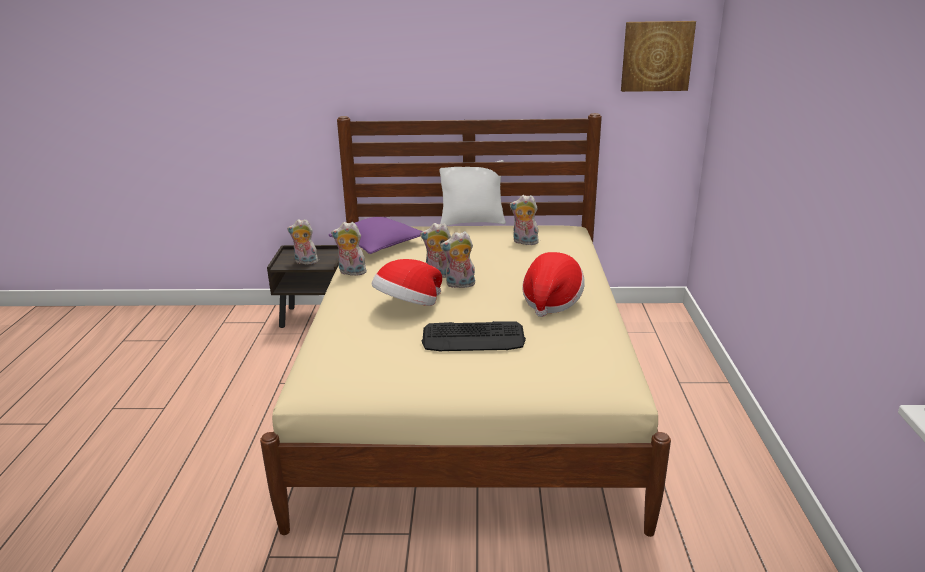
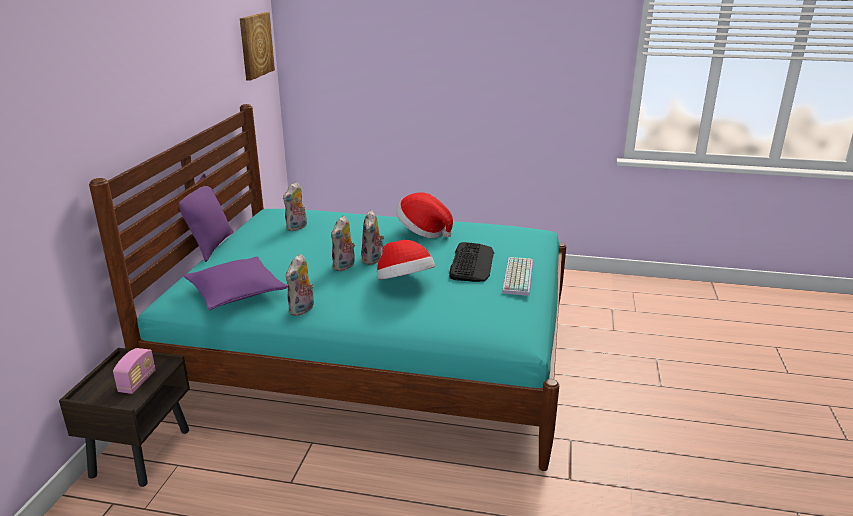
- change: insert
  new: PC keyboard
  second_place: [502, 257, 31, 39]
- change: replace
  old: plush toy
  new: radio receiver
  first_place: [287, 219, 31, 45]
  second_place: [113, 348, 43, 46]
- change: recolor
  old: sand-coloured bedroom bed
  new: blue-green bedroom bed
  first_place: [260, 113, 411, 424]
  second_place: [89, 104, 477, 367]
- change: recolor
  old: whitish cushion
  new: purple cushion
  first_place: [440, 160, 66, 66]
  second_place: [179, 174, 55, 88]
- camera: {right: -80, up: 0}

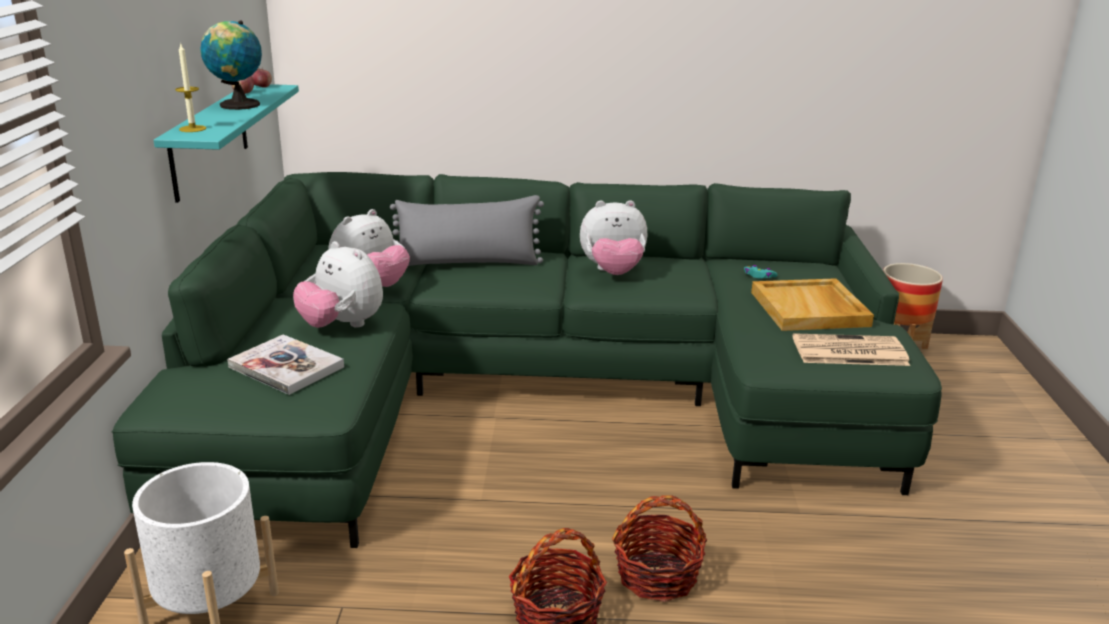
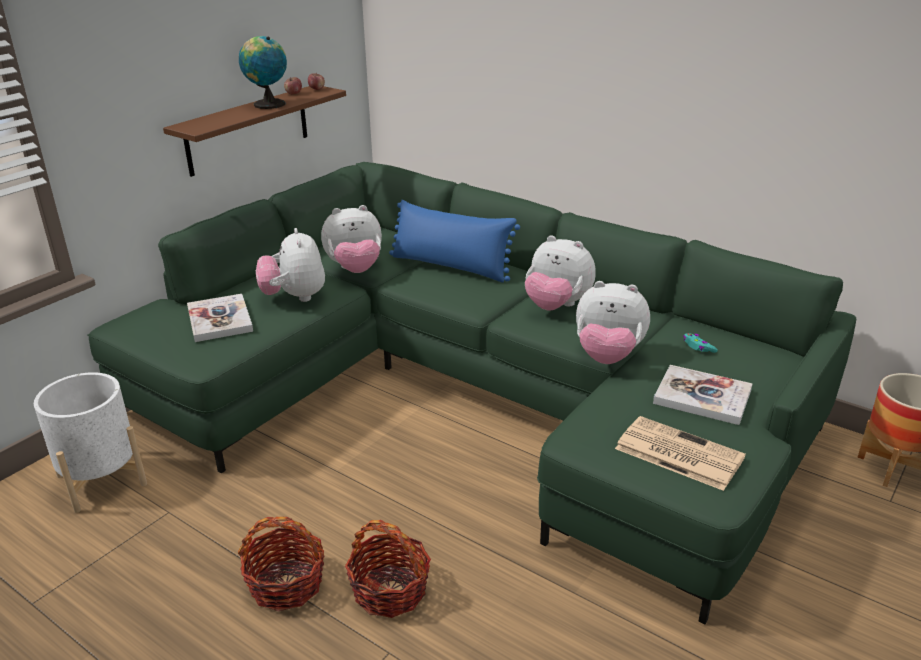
- change: delete
  old: candle
  first_place: [175, 42, 31, 90]
- change: insert
  new: plush toy
  second_place: [576, 281, 74, 83]
- change: replace
  old: sand-coloured carrying tray
  new: book
  first_place: [751, 278, 123, 53]
  second_place: [653, 365, 100, 60]
- change: recolor
  old: blue-green shelf
  new: brown-coloured shelf
  first_place: [154, 84, 145, 119]
  second_place: [163, 86, 183, 91]
- change: recolor
  old: greyish cushion
  new: bluish cushion
  first_place: [390, 195, 154, 71]
  second_place: [389, 200, 131, 83]
- camera: {right: 35, up: 5}

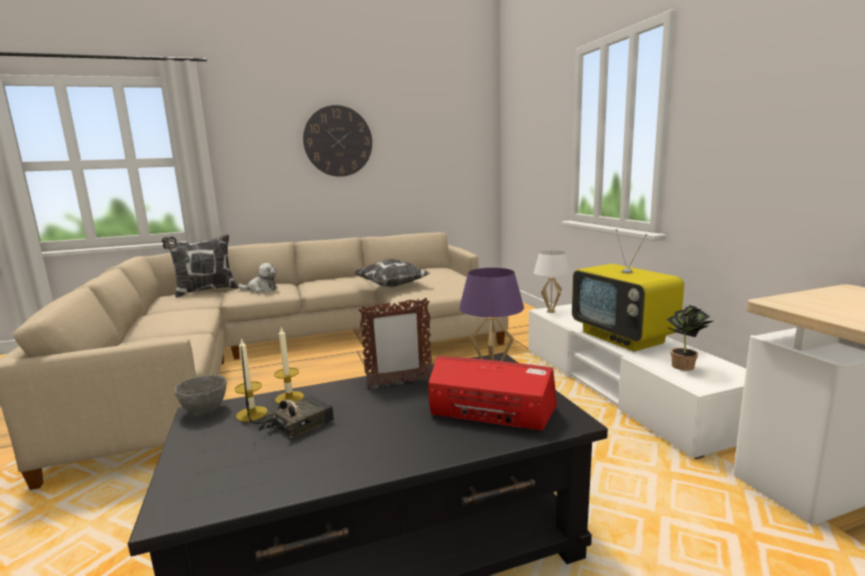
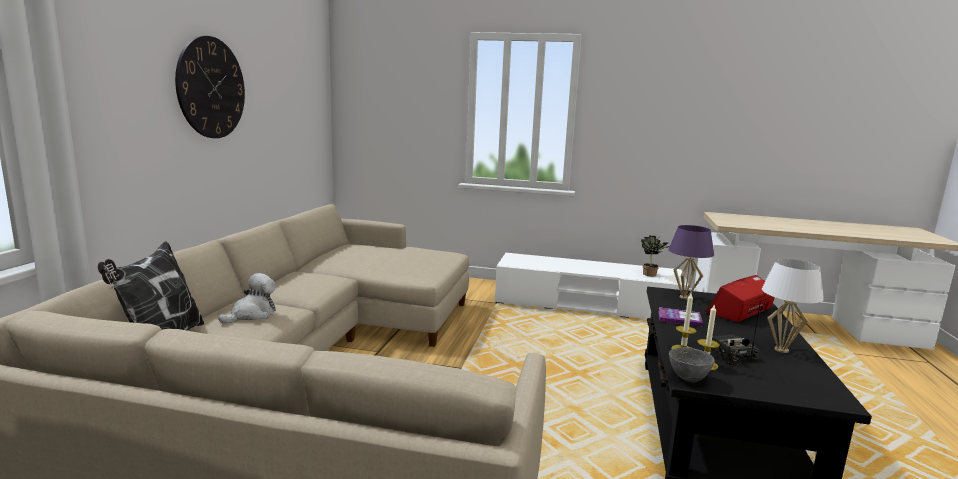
- change: delete
  old: cushion
  first_place: [354, 259, 77, 28]
- change: delete
  old: television
  first_place: [572, 229, 112, 122]
- change: move
  old: whitish lamp for a table
  first_place: [533, 250, 38, 63]
  second_place: [762, 259, 62, 94]
- change: replace
  old: standing frame
  new: book
  first_place: [358, 298, 74, 90]
  second_place: [658, 307, 45, 20]
- camera: {right: -60, up: 0}

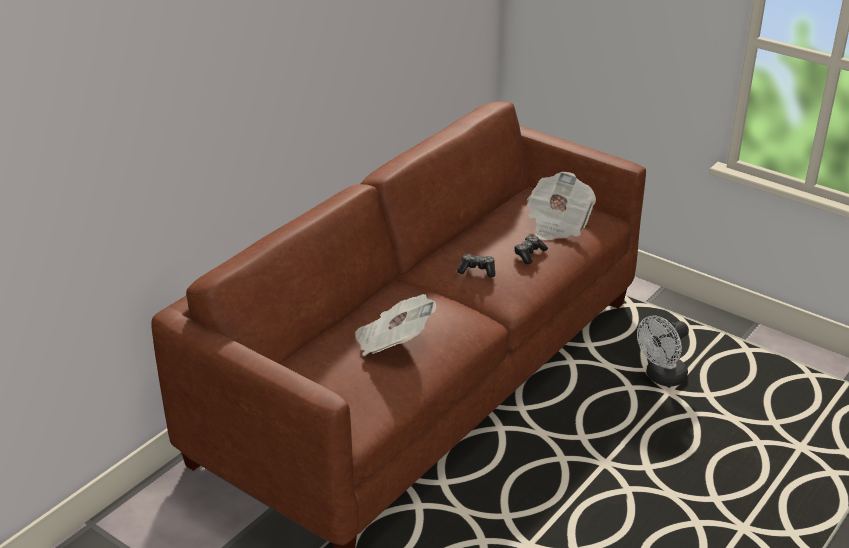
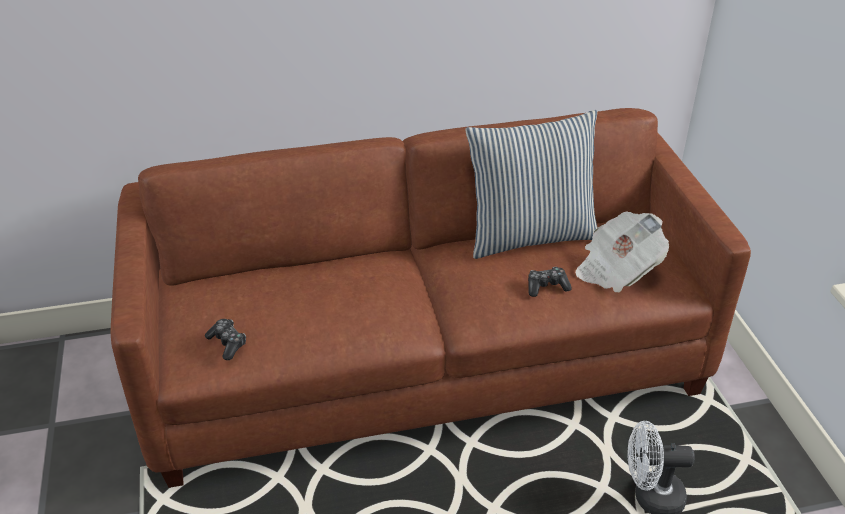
- change: delete
  old: newspaper
  first_place: [355, 294, 81, 62]
- change: insert
  new: cushion
  second_place: [465, 110, 133, 149]
- change: move
  old: gamepad
  first_place: [457, 254, 38, 23]
  second_place: [205, 319, 41, 41]
- camera: {right: 40, up: 5}

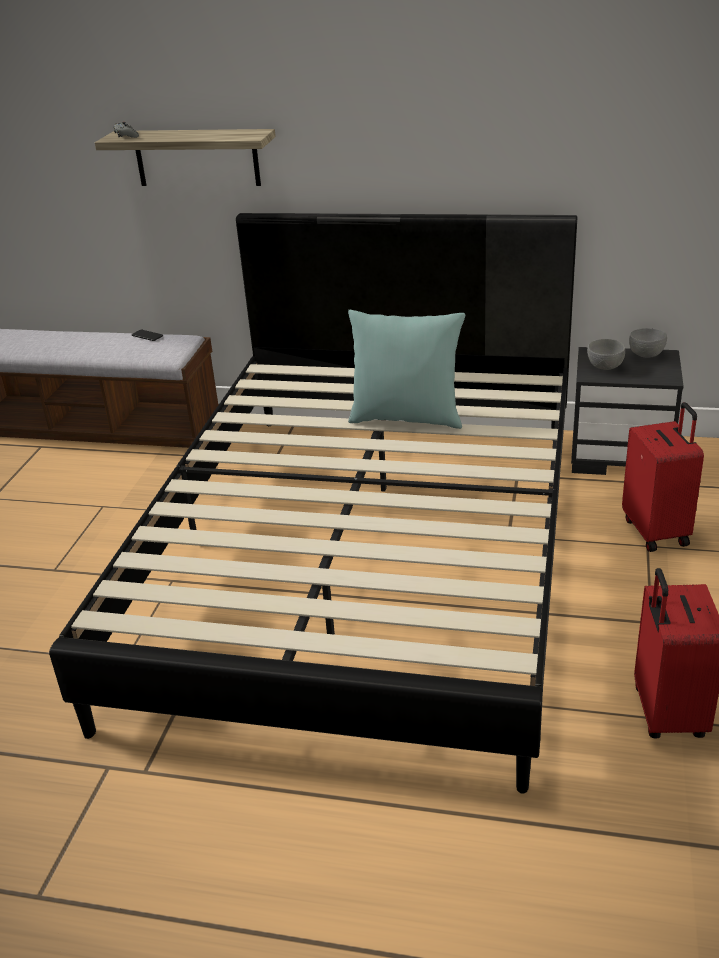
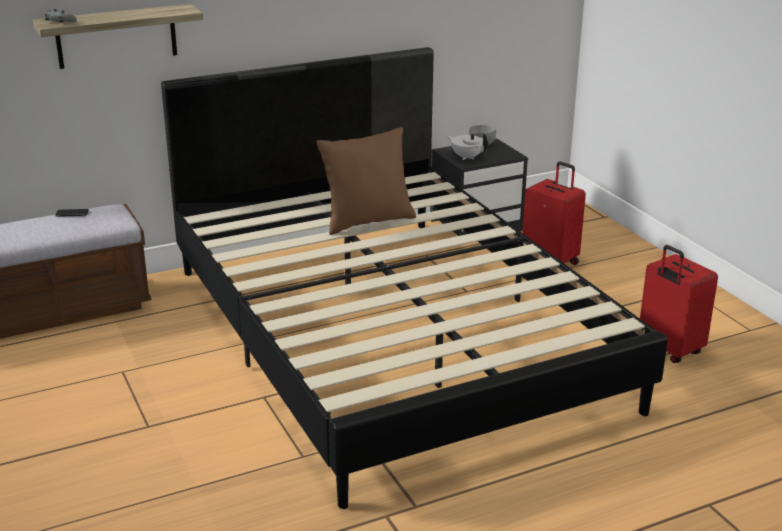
- change: replace
  old: greyish deep dish
  new: whitish pot for tea
  first_place: [587, 339, 38, 31]
  second_place: [446, 133, 42, 27]
- change: recolor
  old: blue-green cushion
  new: brown-coloured cushion
  first_place: [348, 310, 117, 119]
  second_place: [316, 127, 100, 108]
- camera: {right: -40, up: -5}

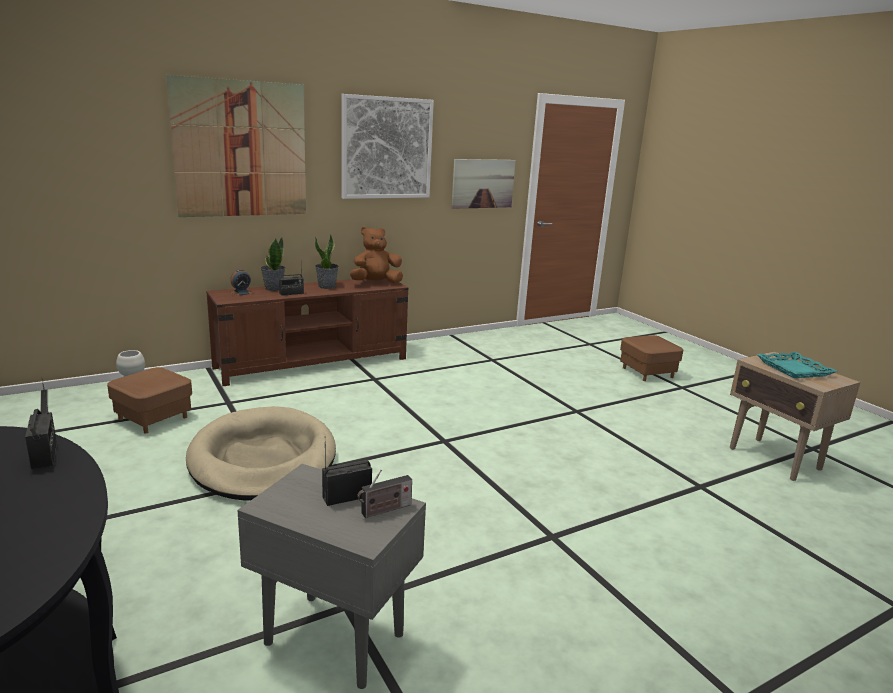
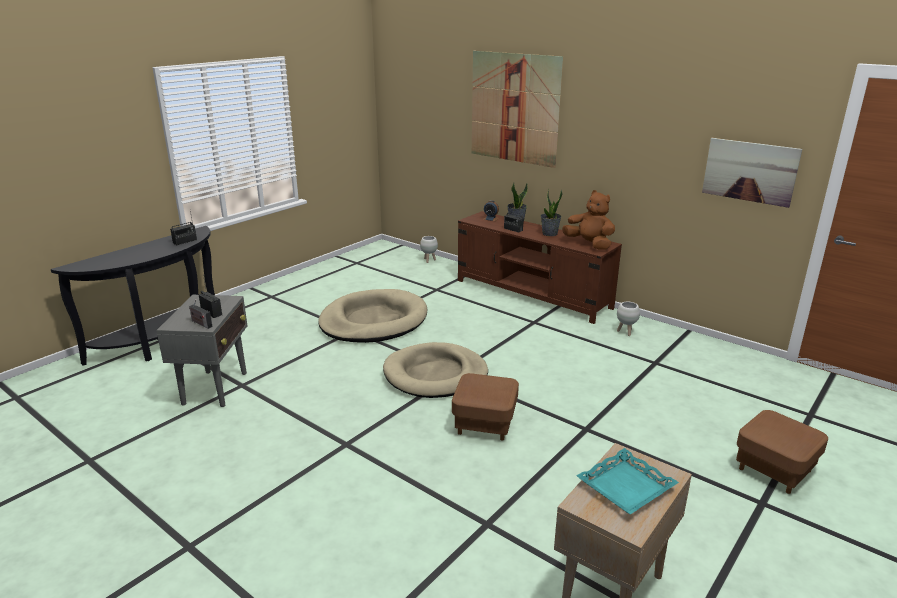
- change: delete
  old: wall art
  first_place: [341, 94, 93, 105]
- change: insert
  new: sand-coloured dog bed
  second_place: [383, 342, 105, 56]
- change: insert
  new: whitish plant pot
  second_place: [617, 302, 23, 34]
- change: move
  old: brown-coloured footrest
  first_place: [107, 367, 85, 67]
  second_place: [452, 373, 67, 68]
- camera: {right: 70, up: 5}

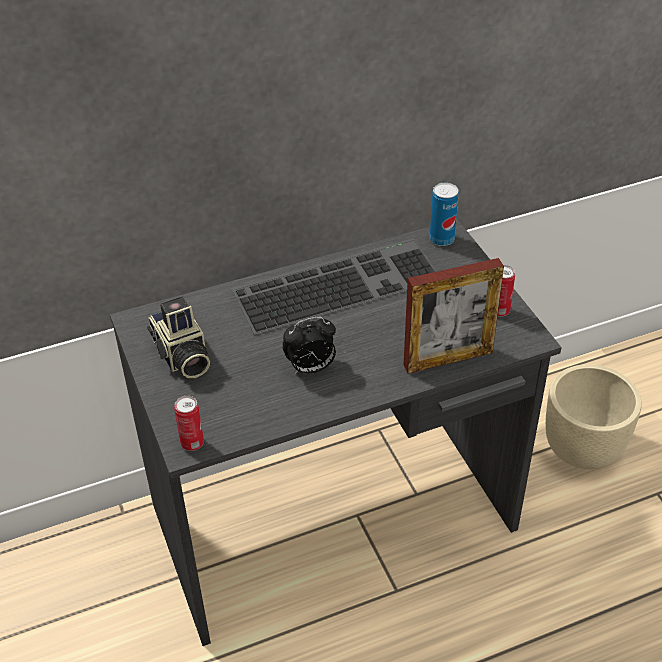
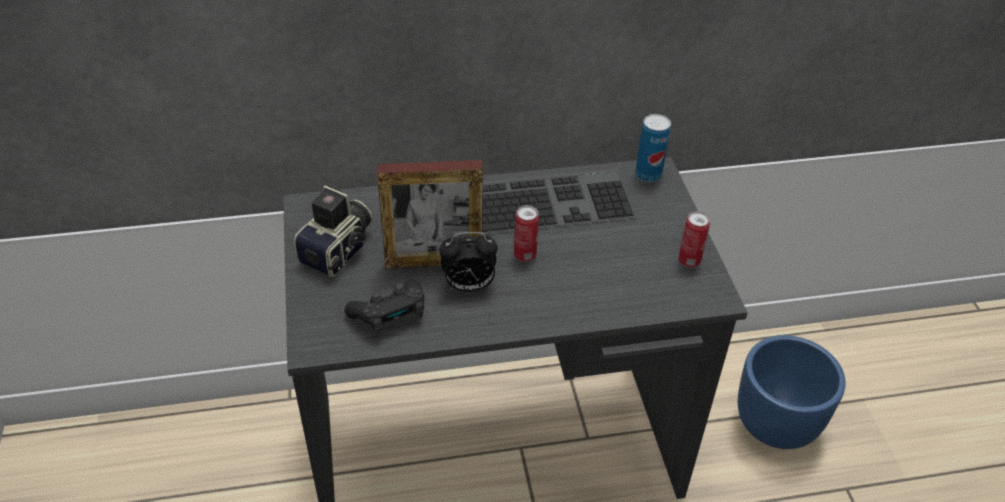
- change: insert
  new: blackish gamepad
  second_place: [344, 279, 80, 56]
- change: move
  old: sealed can
  first_place: [174, 396, 30, 55]
  second_place: [514, 205, 25, 57]
- change: move
  old: standing frame
  first_place: [404, 258, 100, 116]
  second_place: [377, 160, 106, 109]
- change: recolor
  old: sand-coloured plant pot
  new: bluish plant pot
  first_place: [545, 364, 97, 105]
  second_place: [738, 335, 108, 114]
- change: rotate
  old: still camera
  first_place: [147, 296, 63, 82]
  second_place: [294, 186, 79, 91]
  degrees: -135
- camera: {right: 10, up: 0}

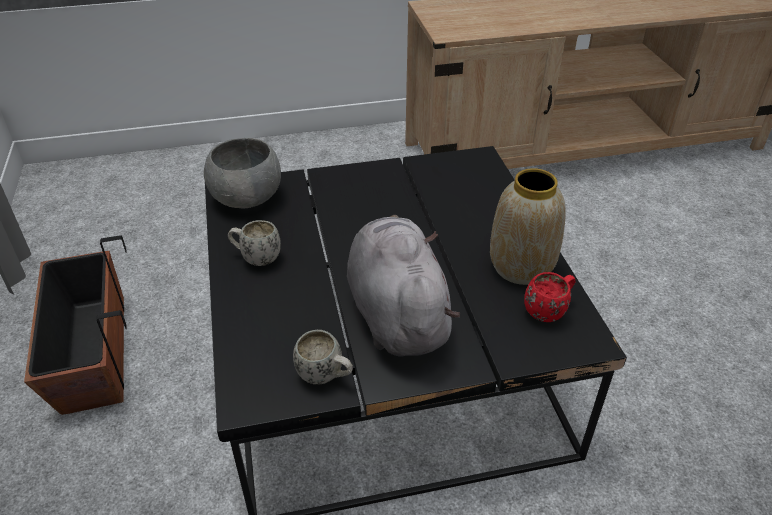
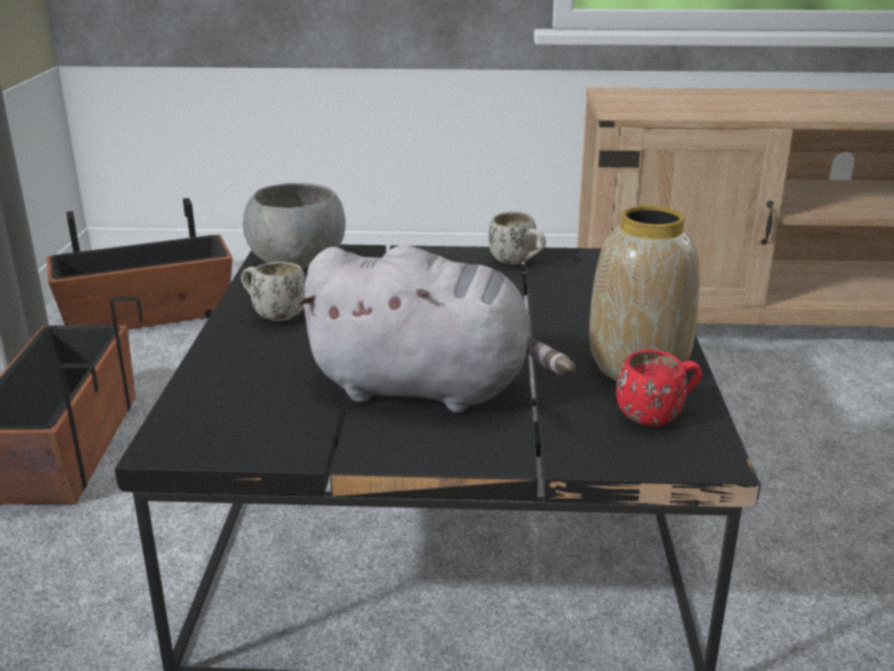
- change: insert
  new: plant pot
  second_place: [47, 198, 186, 132]
- change: move
  old: whitish coffee mug
  first_place: [293, 330, 60, 55]
  second_place: [488, 211, 58, 53]
- change: rotate
  old: greyish plush toy
  first_place: [347, 215, 113, 142]
  second_place: [295, 245, 281, 168]
  degrees: 105
- camera: {right: 15, up: -15}

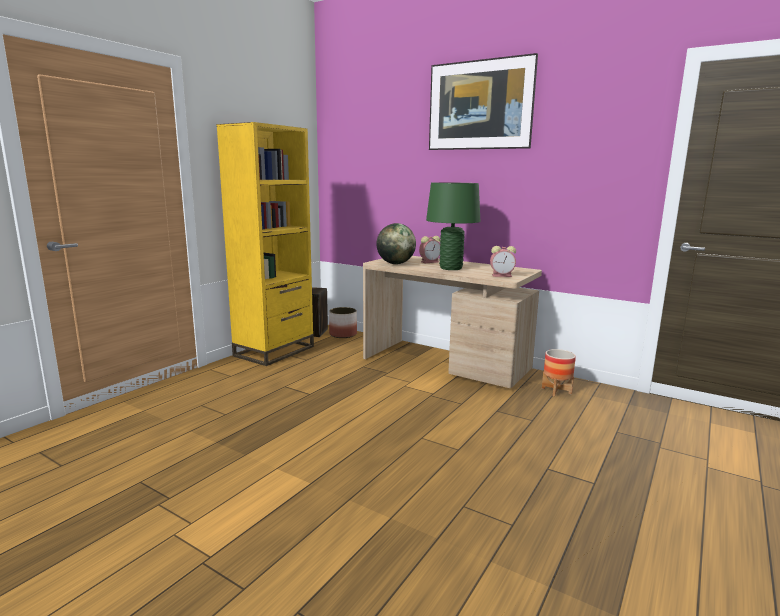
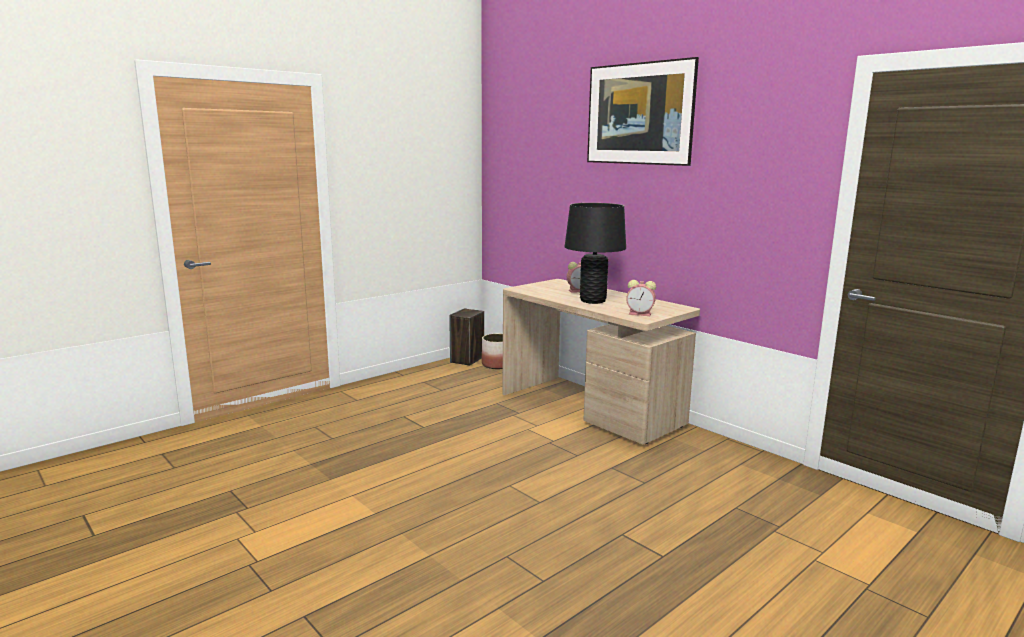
- change: delete
  old: yellow bookshelf
  first_place: [216, 122, 98, 244]
- change: delete
  old: desk globe
  first_place: [376, 223, 40, 41]
- change: delete
  old: plant pot
  first_place: [542, 349, 34, 48]
- change: recolor
  old: green lamp for a table
  new: blackish lamp for a table
  first_place: [426, 182, 54, 88]
  second_place: [564, 203, 62, 101]
- camera: {right: 15, up: 0}

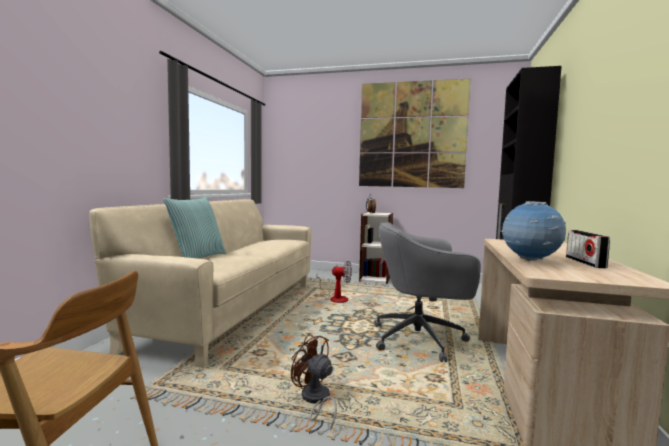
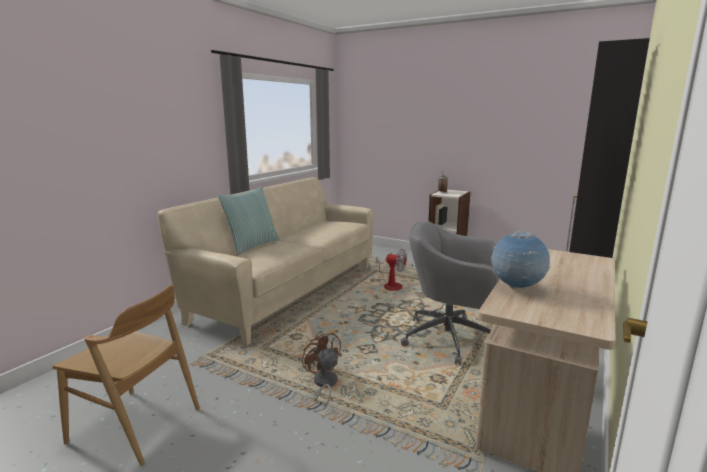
- change: delete
  old: wall art
  first_place: [359, 79, 111, 109]
- change: delete
  old: radio receiver
  first_place: [566, 230, 44, 38]
- camera: {right: 15, up: 10}

